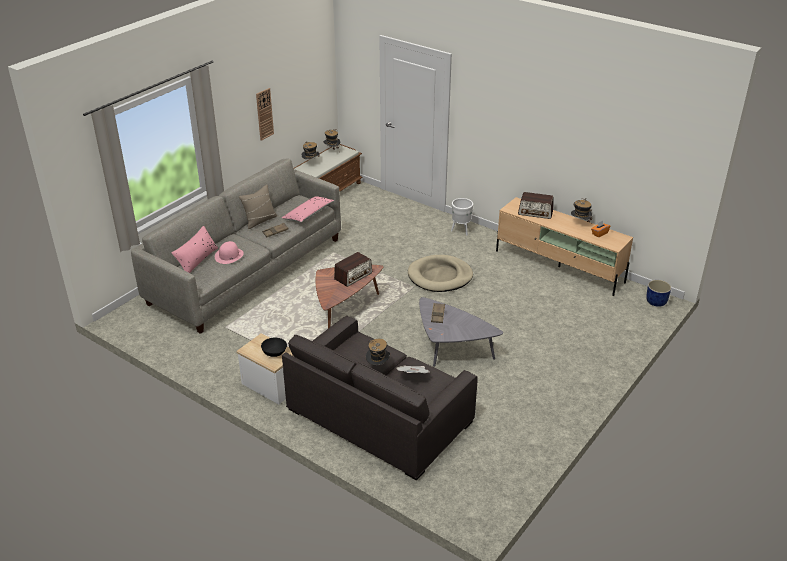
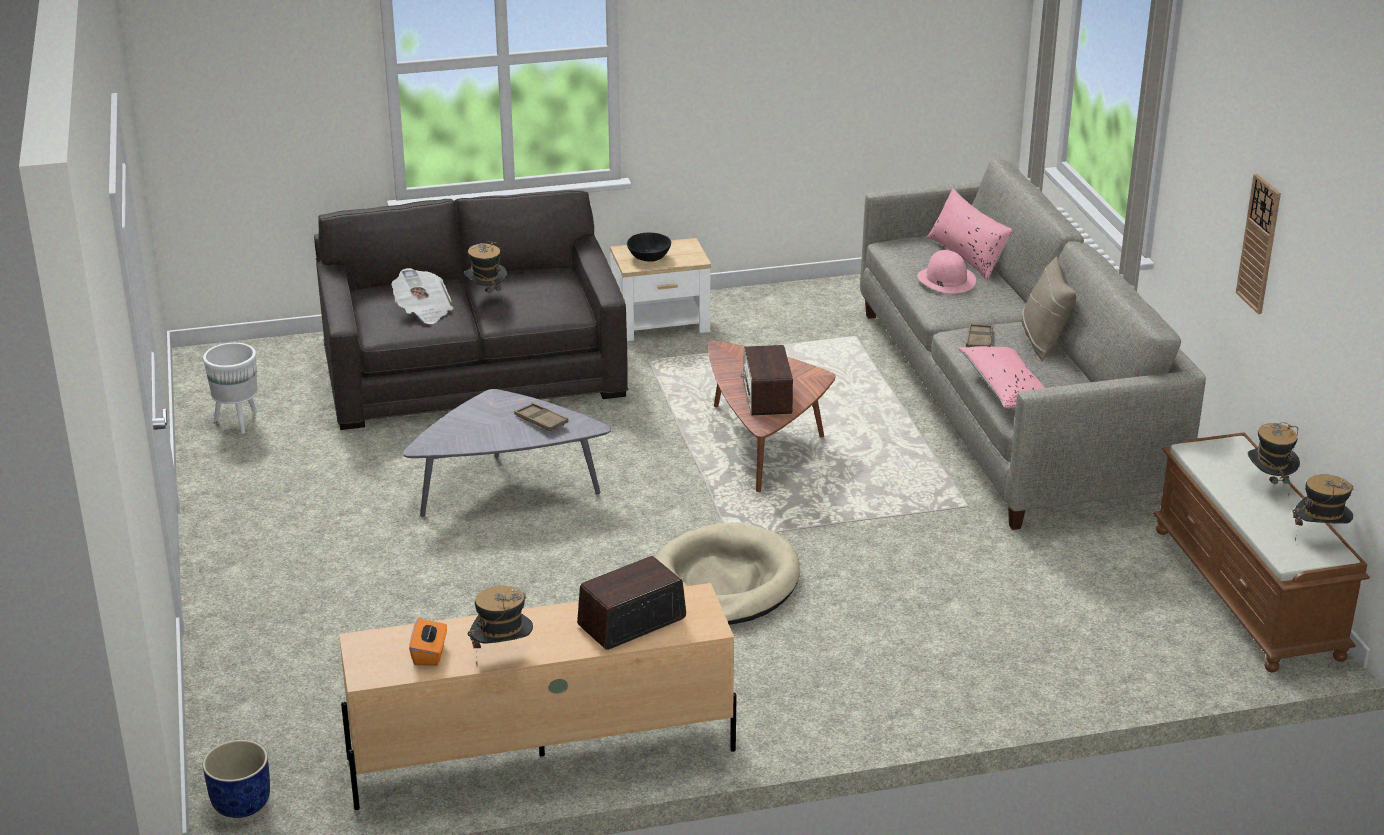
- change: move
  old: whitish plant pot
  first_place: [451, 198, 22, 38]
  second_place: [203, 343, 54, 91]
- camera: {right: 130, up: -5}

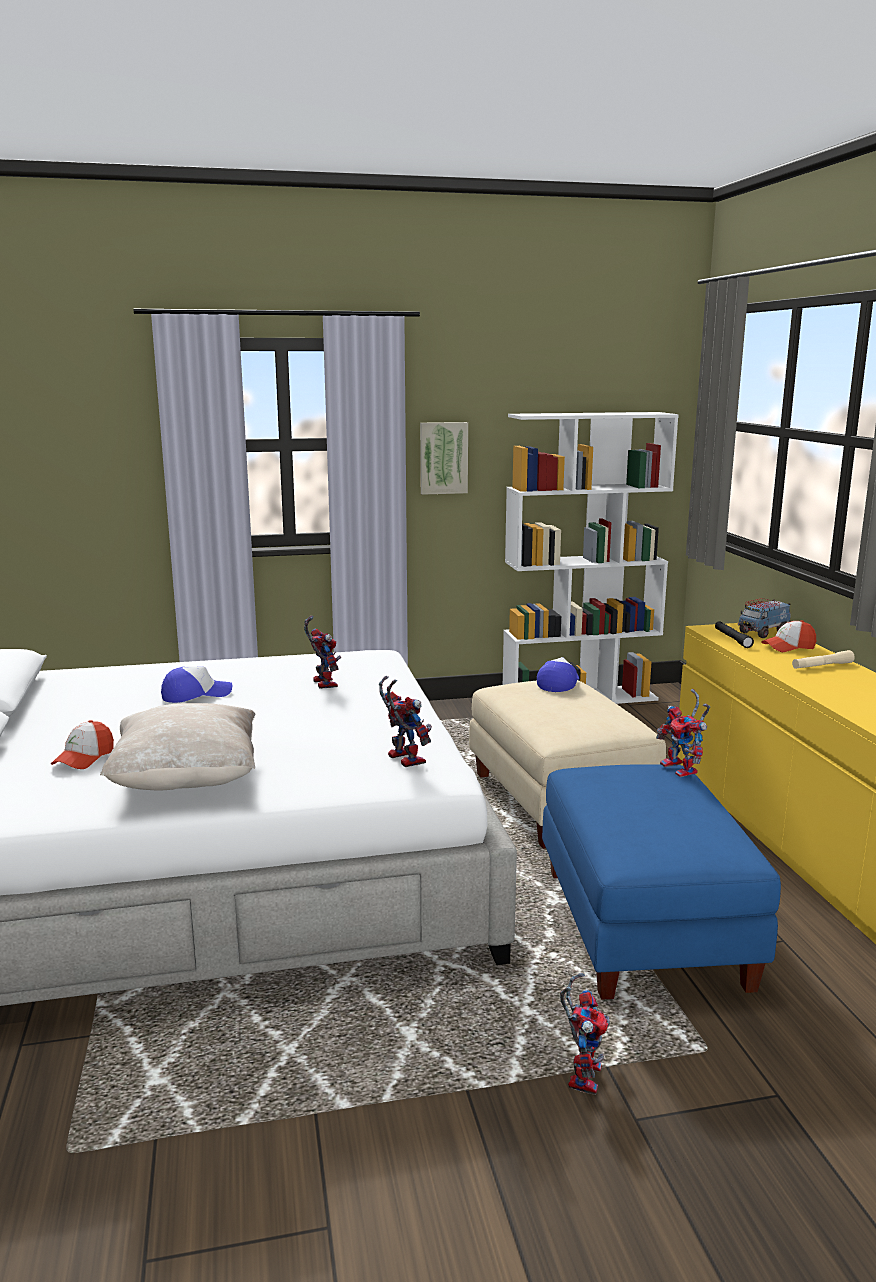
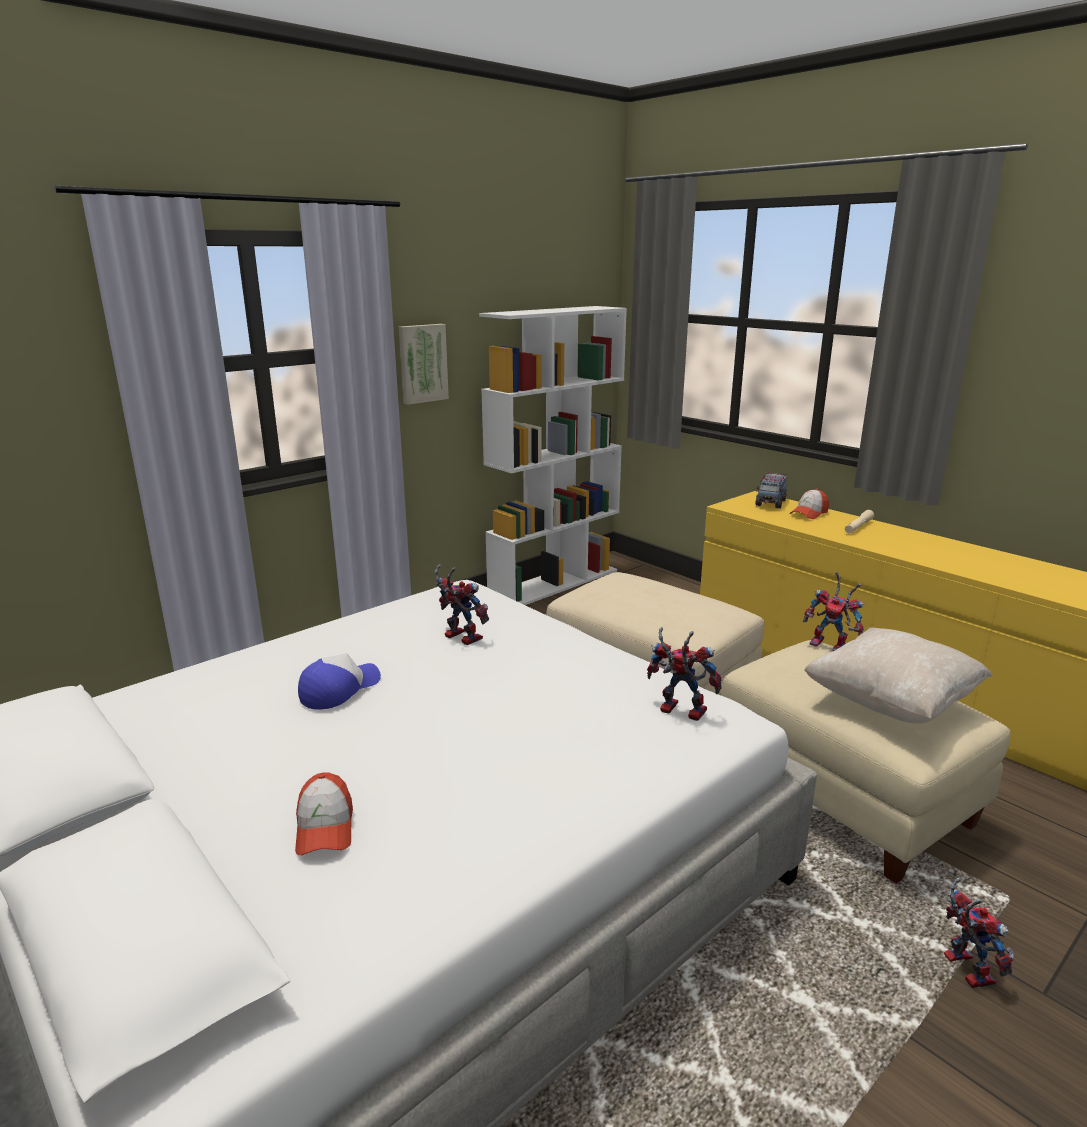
- change: delete
  old: peaked cap
  first_place: [537, 657, 42, 35]
- change: delete
  old: blackish torch
  first_place: [715, 621, 39, 27]
- change: move
  old: sand-coloured cushion
  first_place: [100, 703, 155, 88]
  second_place: [804, 627, 189, 96]
- change: recolor
  old: bluish footrest
  new: sand-coloured footrest
  first_place: [542, 764, 239, 236]
  second_place: [720, 640, 290, 244]
- camera: {right: -30, up: 5}

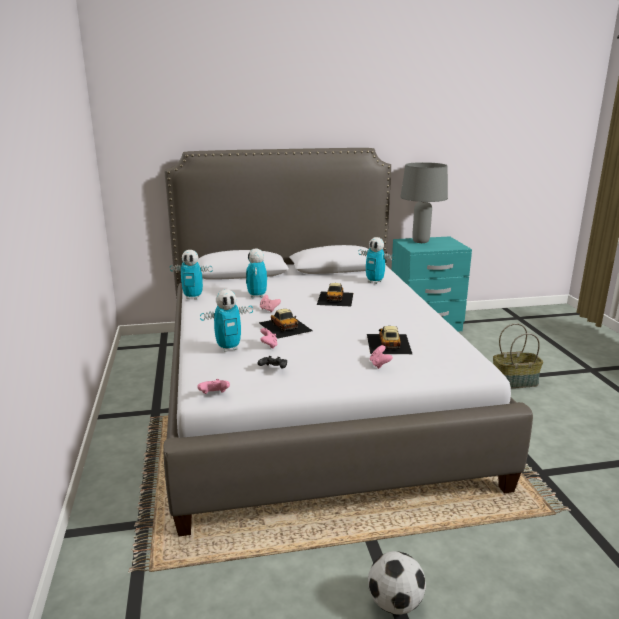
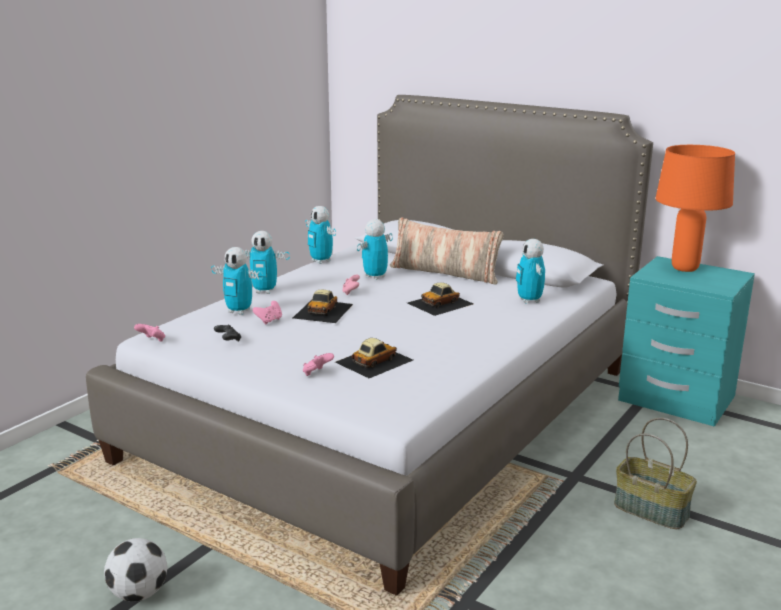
- change: insert
  new: robot figure
  second_place: [245, 231, 45, 63]
- change: insert
  new: cushion
  second_place: [390, 217, 114, 68]
- change: recolor
  old: greyish lamp for a table
  new: orangey lamp for a table
  first_place: [400, 162, 48, 81]
  second_place: [656, 145, 79, 127]
- camera: {right: 45, up: 0}

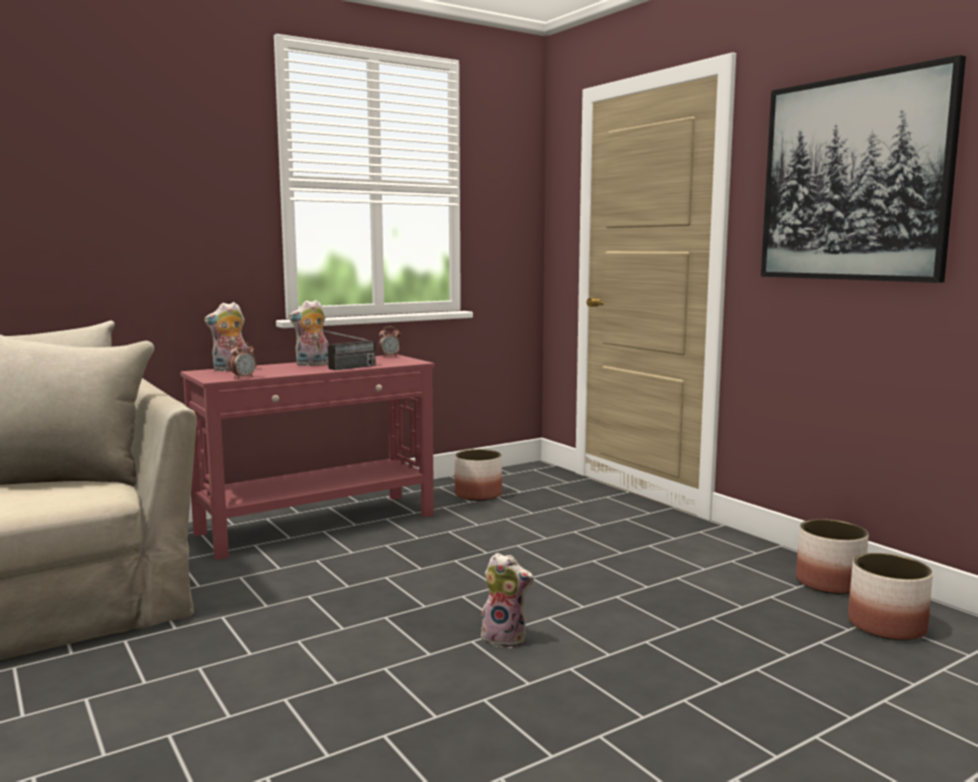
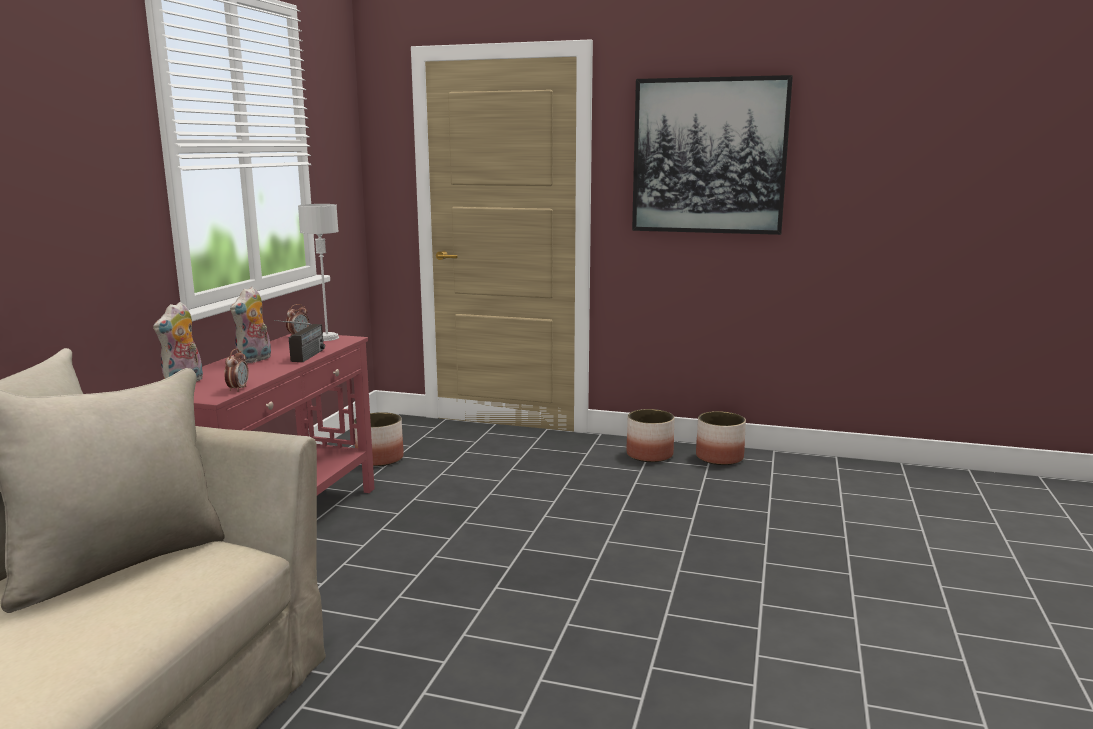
- change: delete
  old: plush toy
  first_place: [481, 553, 53, 95]
- change: insert
  new: greyish lamp for a table
  second_place: [298, 204, 41, 137]
- change: move
  old: plant pot
  first_place: [848, 553, 85, 88]
  second_place: [627, 409, 48, 53]
- camera: {right: -40, up: 5}

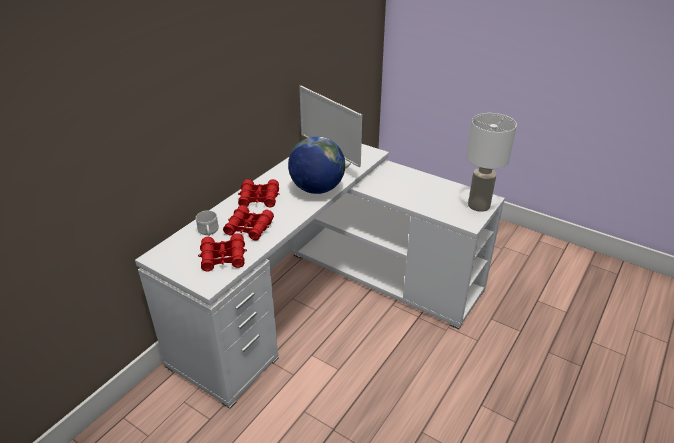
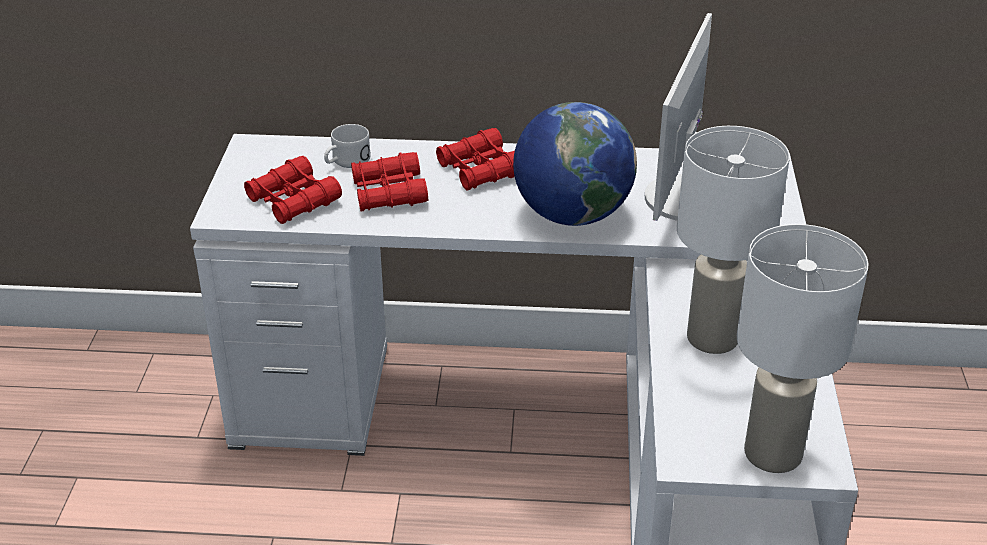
- change: insert
  new: whitish lamp for a table
  second_place: [677, 126, 113, 228]
- camera: {right: 60, up: 0}

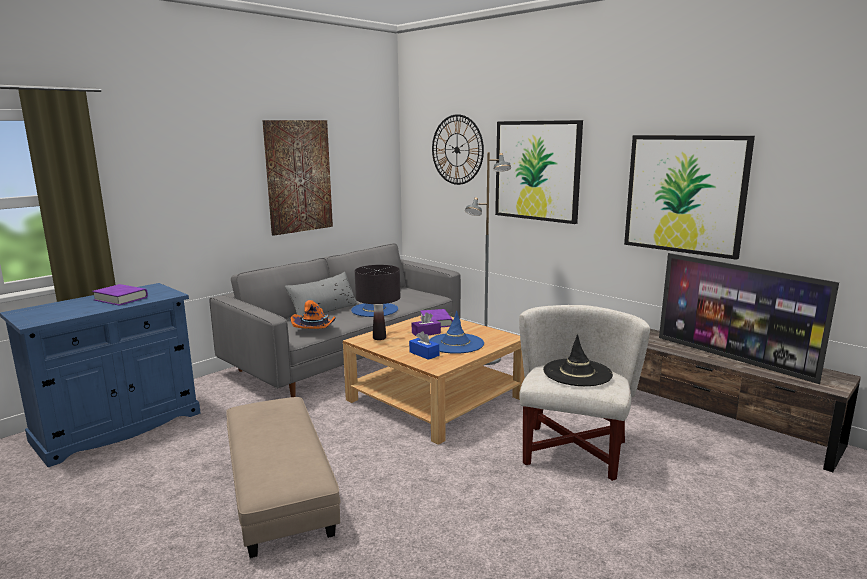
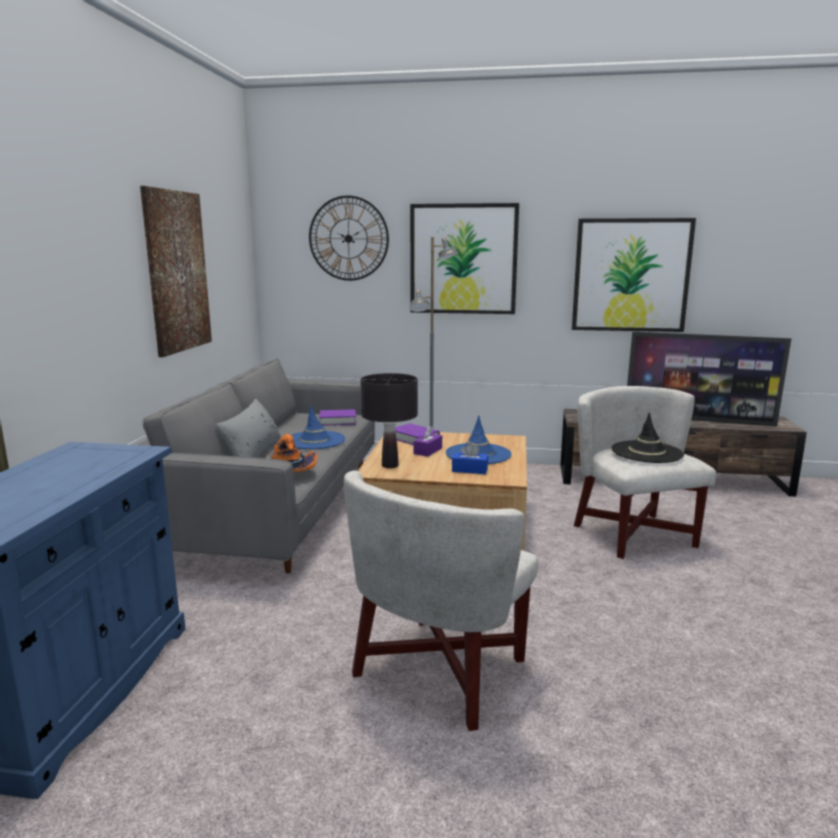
- change: move
  old: purple book
  first_place: [92, 284, 56, 21]
  second_place: [319, 409, 37, 17]
- change: replace
  old: sand-coloured footrest
  new: whitish lounge chair
  first_place: [226, 397, 115, 161]
  second_place: [344, 471, 194, 260]
- camera: {right: -35, up: 0}

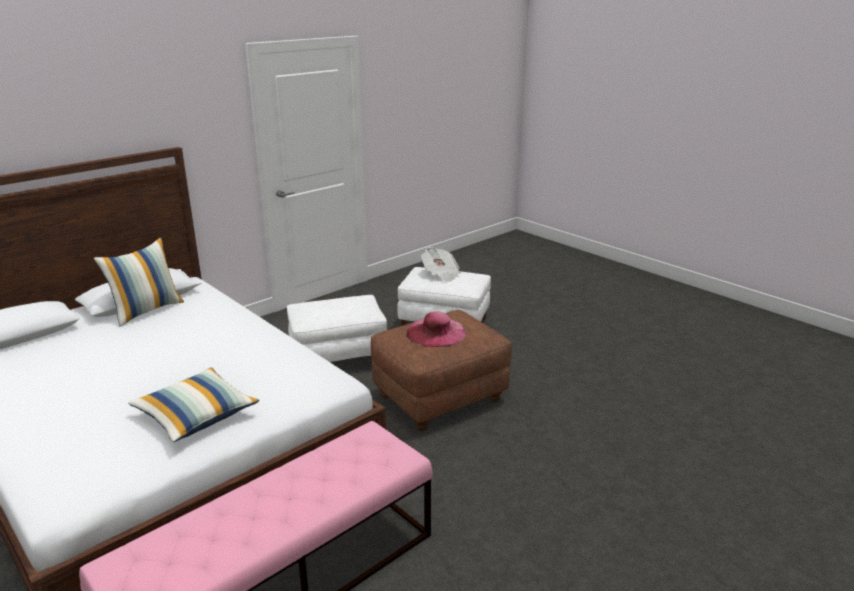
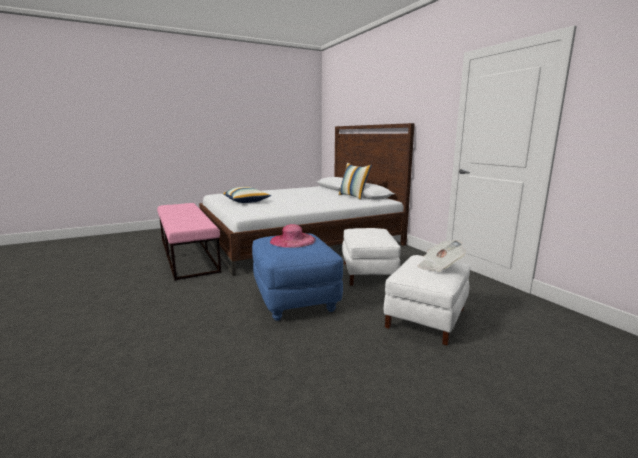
- change: recolor
  old: brown-coloured footrest
  new: bluish footrest
  first_place: [371, 310, 141, 121]
  second_place: [252, 233, 91, 88]
- camera: {right: 105, up: -10}

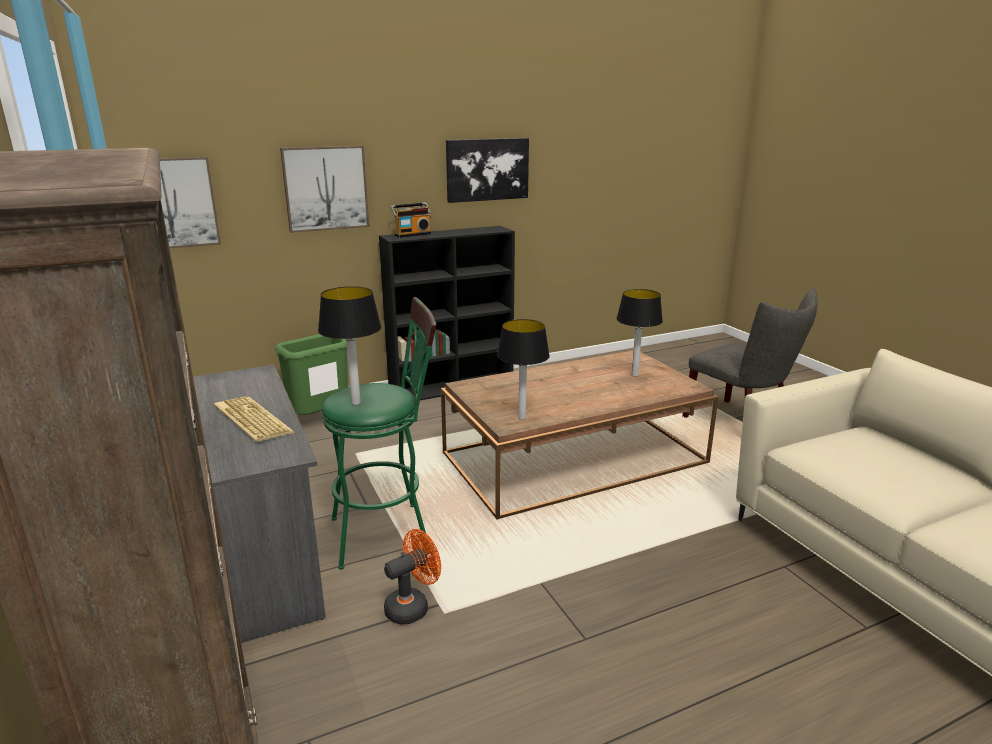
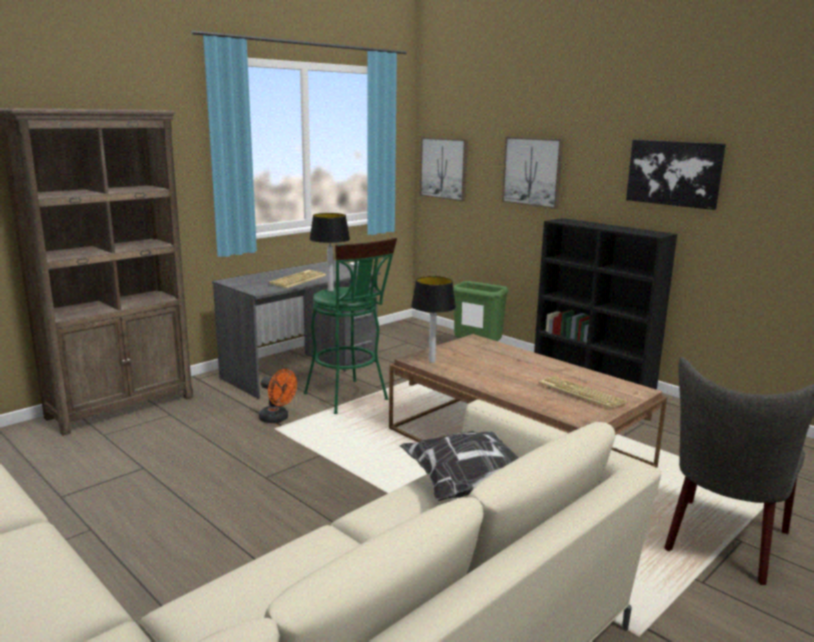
- change: delete
  old: radio receiver
  first_place: [390, 202, 41, 36]
- change: insert
  new: cushion
  second_place: [399, 431, 120, 70]
- change: replace
  old: lamp for a table
  new: PC keyboard
  first_place: [616, 289, 47, 88]
  second_place: [539, 377, 89, 32]
- camera: {right: 70, up: -5}

